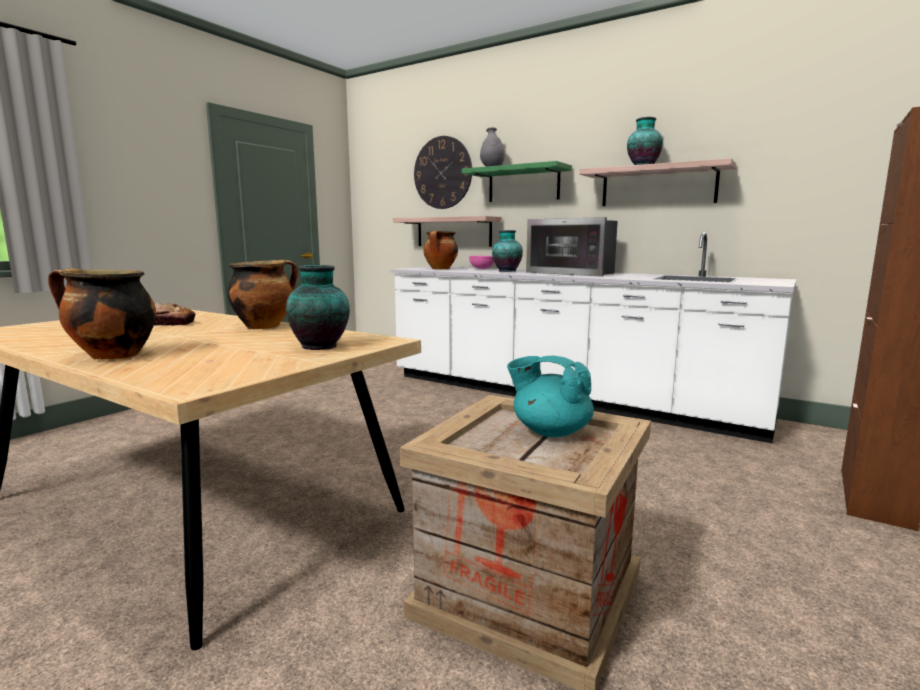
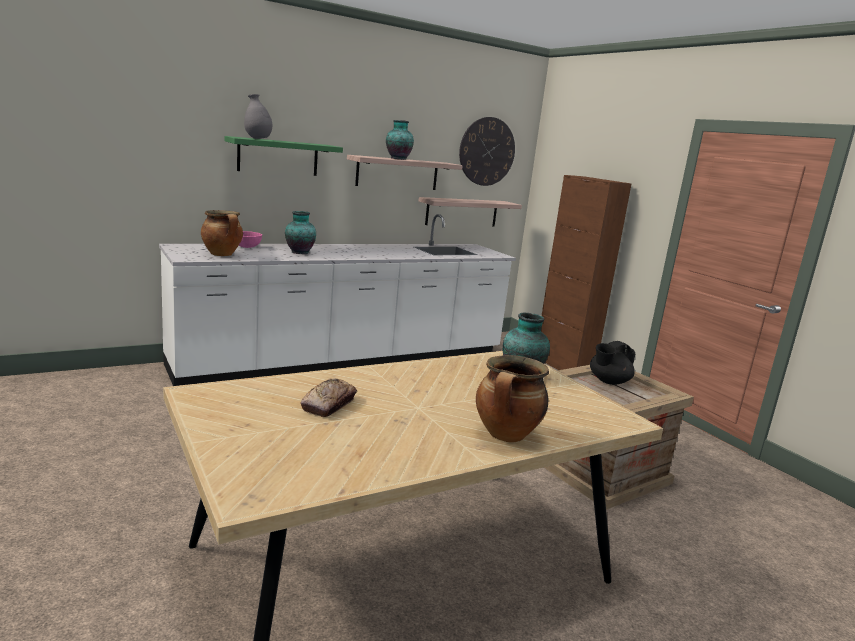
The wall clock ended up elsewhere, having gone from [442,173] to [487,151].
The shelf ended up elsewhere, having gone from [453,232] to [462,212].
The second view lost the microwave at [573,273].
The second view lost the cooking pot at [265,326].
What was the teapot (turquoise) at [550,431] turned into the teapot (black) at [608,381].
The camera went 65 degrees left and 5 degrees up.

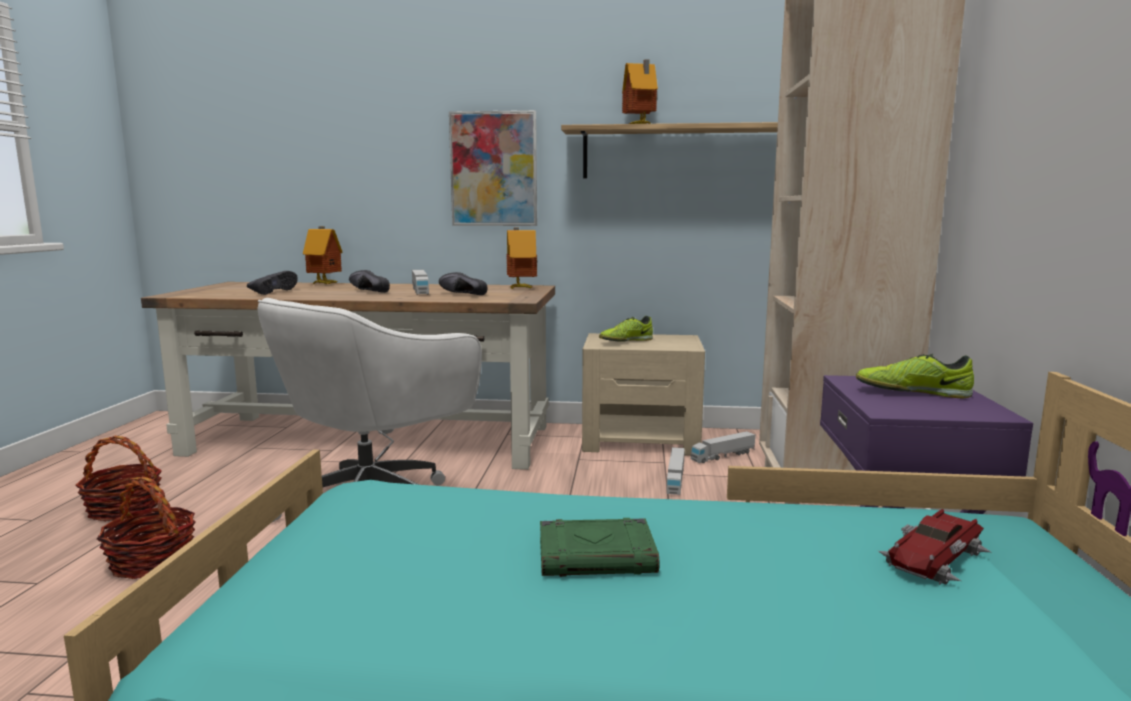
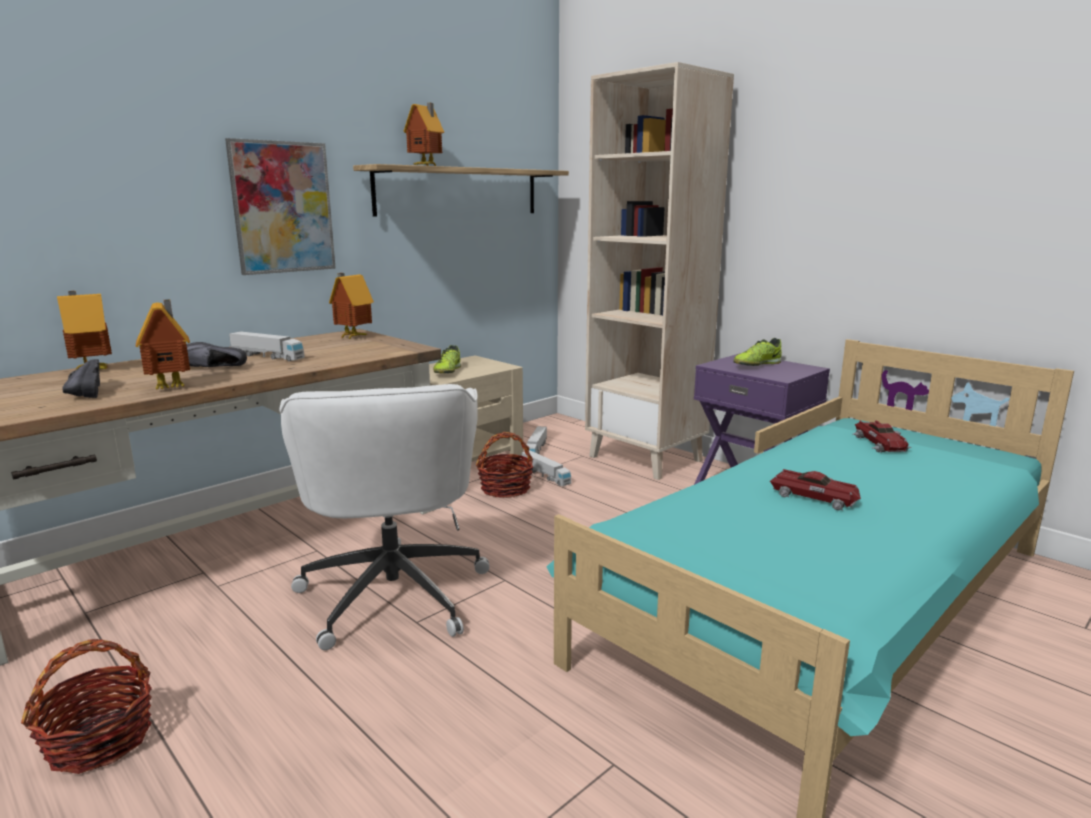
The second view lost the shoe (black) at [460,295].
The basket ended up elsewhere, having gone from [152,561] to [505,488].
Where the book (green) stood at [597,556], the toy car came to stand at [814,497].
The second view gained the toy house at [172,387].
The camera went 50 degrees left and 5 degrees up.

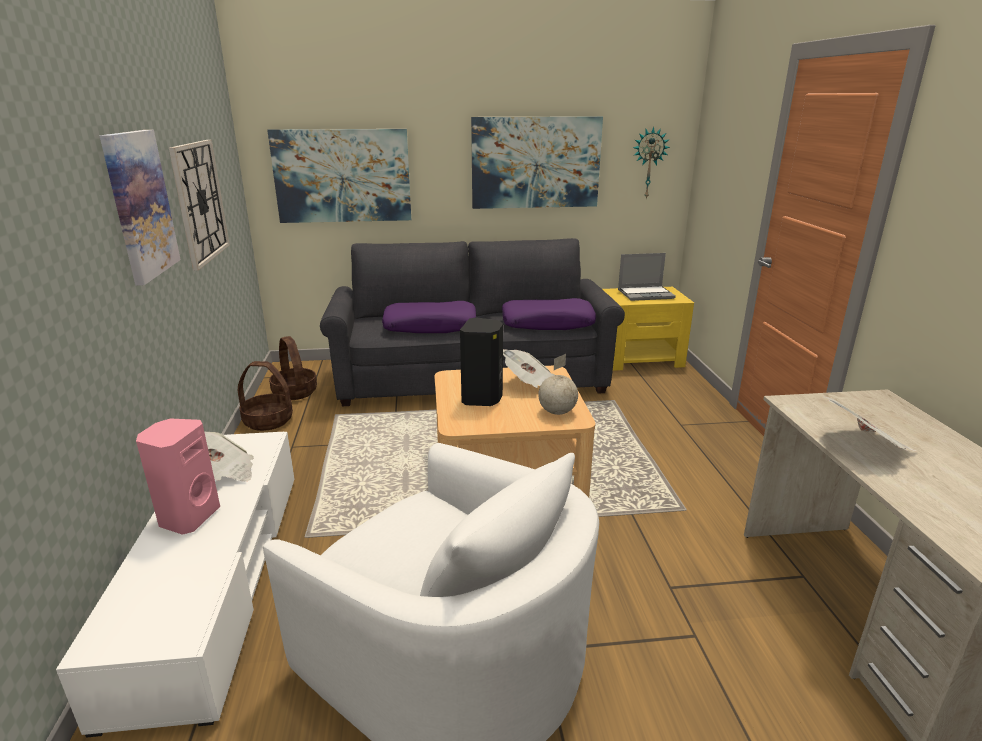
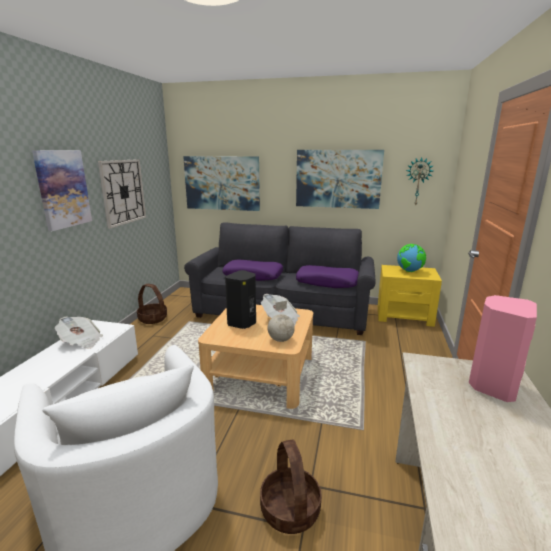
Where the laptop stood at [646,294], the globe came to stand at [409,271].
The basket ended up elsewhere, having gone from [295,392] to [291,509].
The second view lost the newspaper at [864,445].
The speaker (pink) ended up elsewhere, having gone from [188,517] to [492,386].
The camera went 20 degrees right and 5 degrees down.

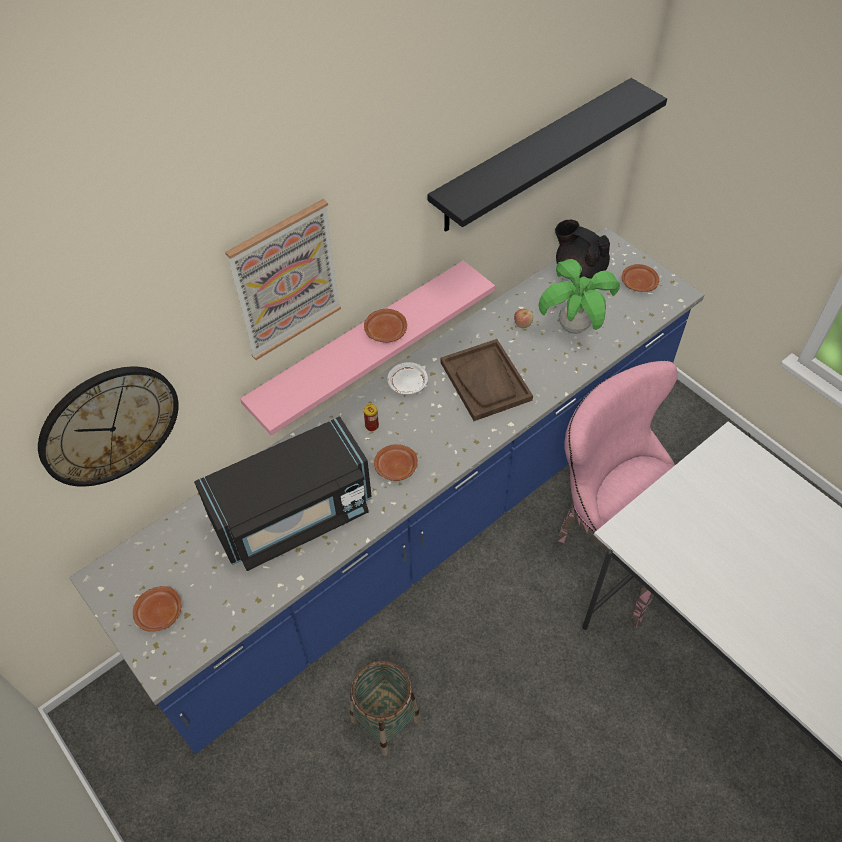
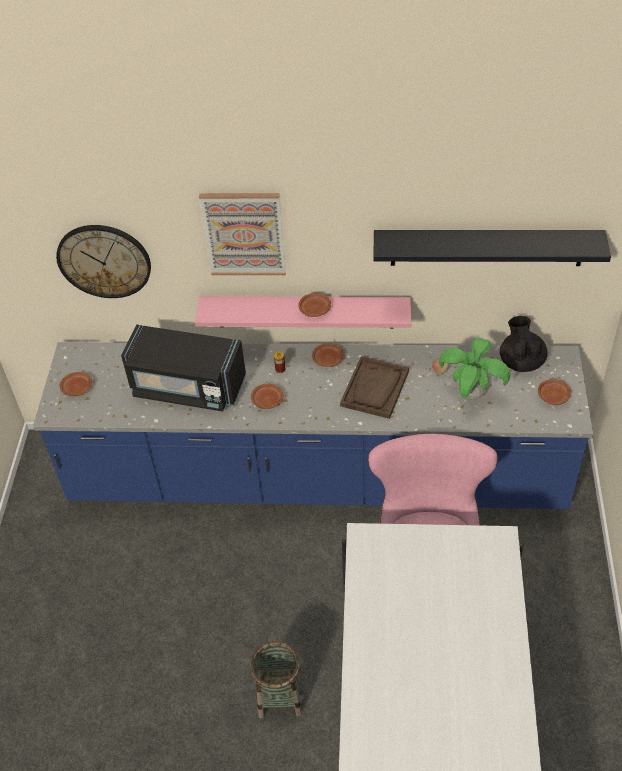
What was the plate (white) at [407,383] turned into the plate (brown) at [327,359].
The basket ended up elsewhere, having gone from [385,719] to [280,696].
The camera went 45 degrees right and 5 degrees down.

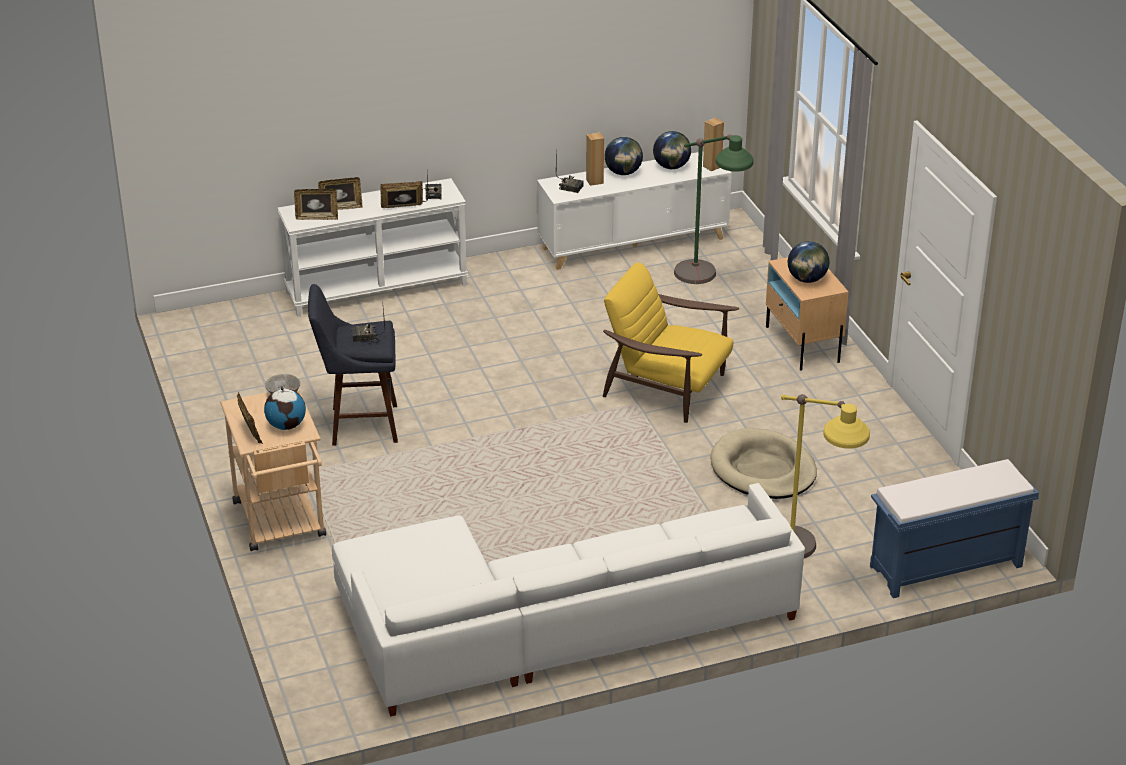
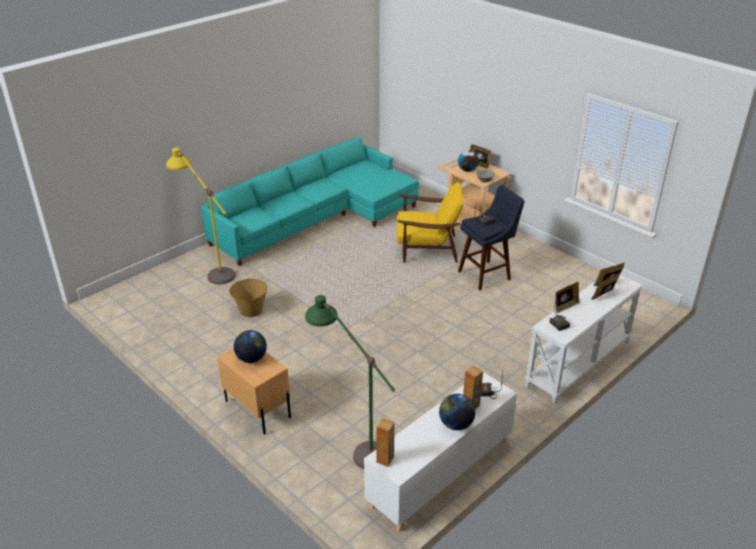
The second view lost the globe at [671,167].
The armchair (yellow) ended up elsewhere, having gone from [667,387] to [427,248].
Where the dog bed (beige) stood at [763,469], the basket came to stand at [250,310].
The second view lost the bench (blue) at [944,567].
What was the sofa (white) at [549,626] turned into the sofa (turquoise) at [318,217].
The camera went 155 degrees right and 0 degrees up.

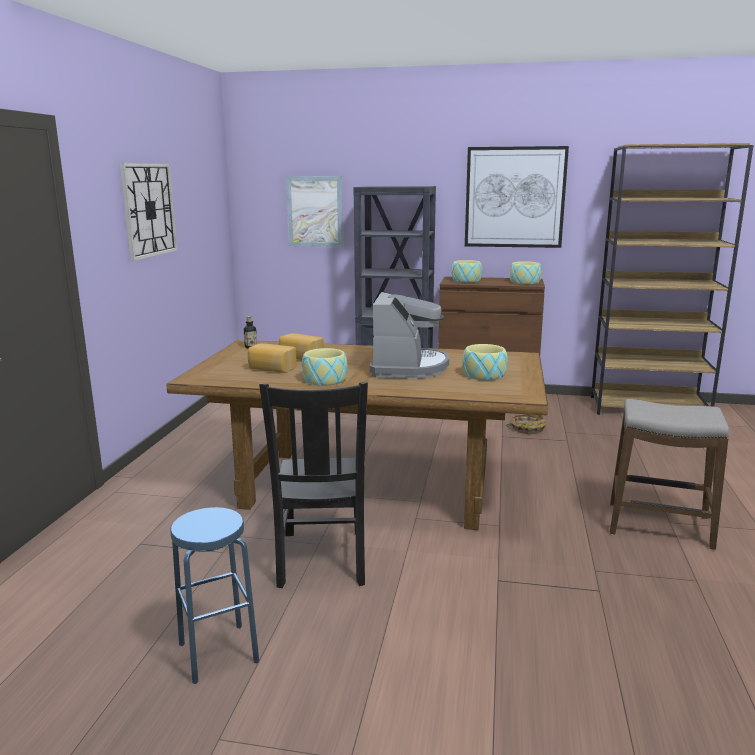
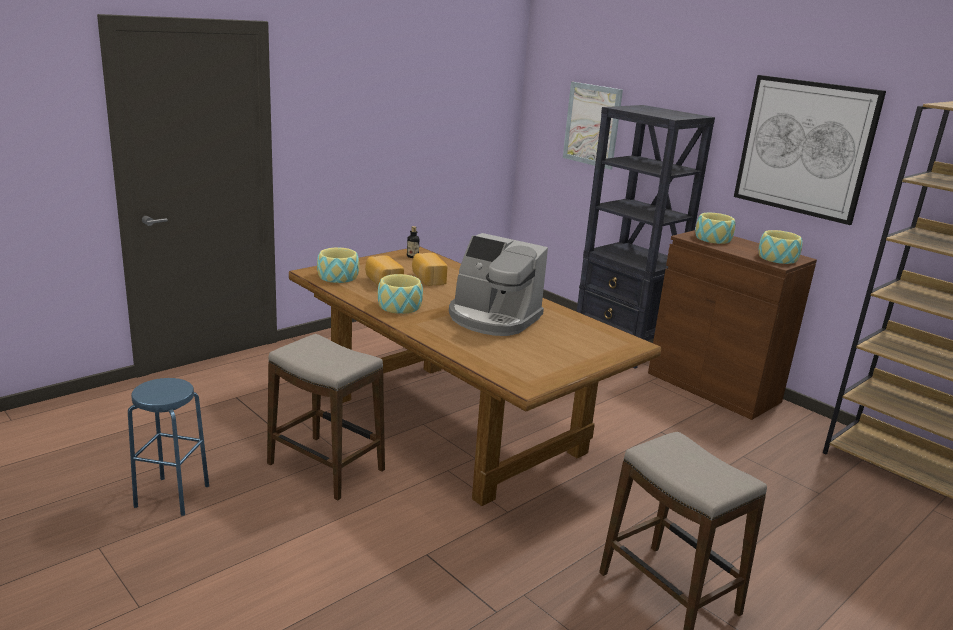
The second view lost the wall clock at [148,210].
The coffee machine at [408,367] ended up facing another way, 75 degrees clockwise from before.
The bowl ended up elsewhere, having gone from [484,374] to [338,276].
Where the chair (black) stood at [322,560], the stool came to stand at [326,467].
The second view lost the basket at [526,429].
The camera went 35 degrees right and 5 degrees up.

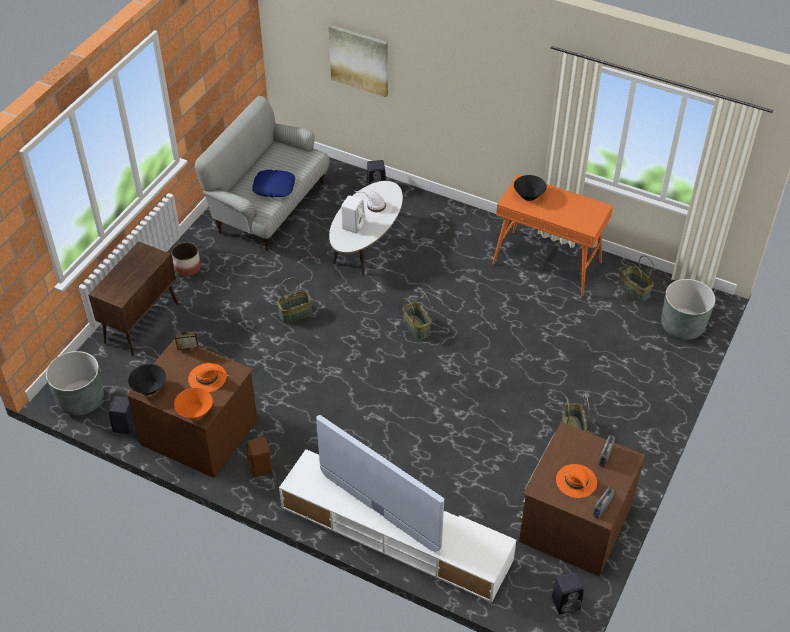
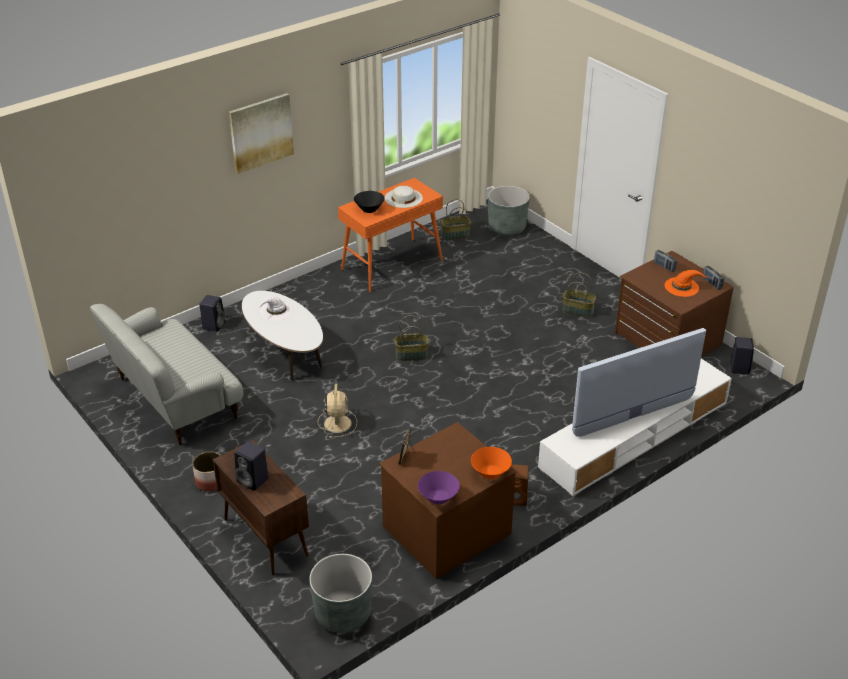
The picture ended up elsewhere, having gone from [359,60] to [261,132].
The second view lost the pillow (blue) at [274,187].
The second view lost the speaker (white) at [353,225].
Where the basket stood at [295,313], the fan (beige) came to stand at [337,422].
The second view lost the hat (orange) at [208,377].
What was the bowl (black) at [149,388] turned into the bowl (purple) at [438,498].
The speaker (black) ended up elsewhere, having gone from [125,426] to [253,480].
The second view gained the hat (white) at [403,198].
The camera went 65 degrees left and 10 degrees down.

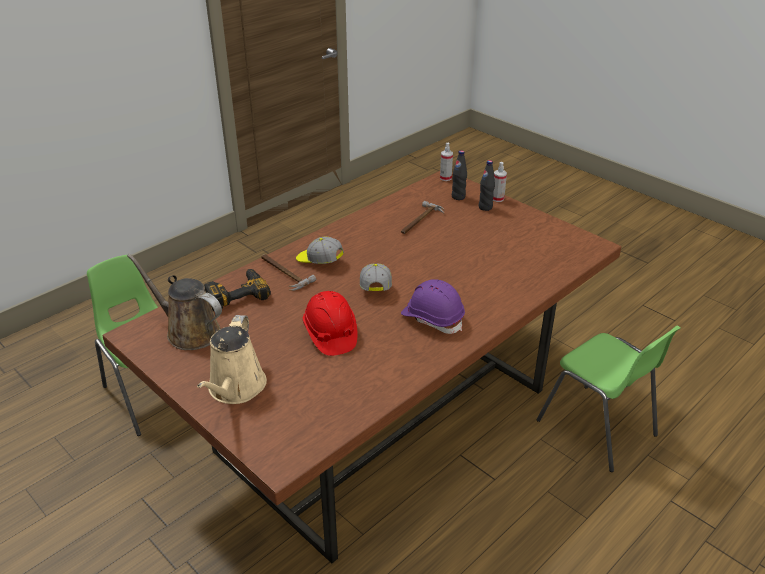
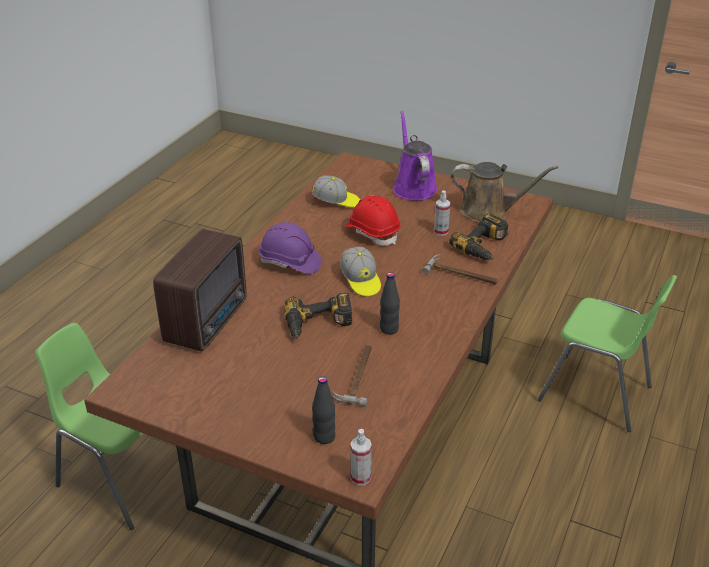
The bottle (black) ended up elsewhere, having gone from [485,207] to [389,329].
The spray bottle ended up elsewhere, having gone from [497,199] to [441,231].
The cap ended up elsewhere, having gone from [319,261] to [336,202].
What was the watering can (beige) at [235,389] turned into the watering can (purple) at [413,187].
The second view gained the radio at [209,321].
The second view gained the power drill at [318,325].
The camera went 160 degrees right and 0 degrees up.

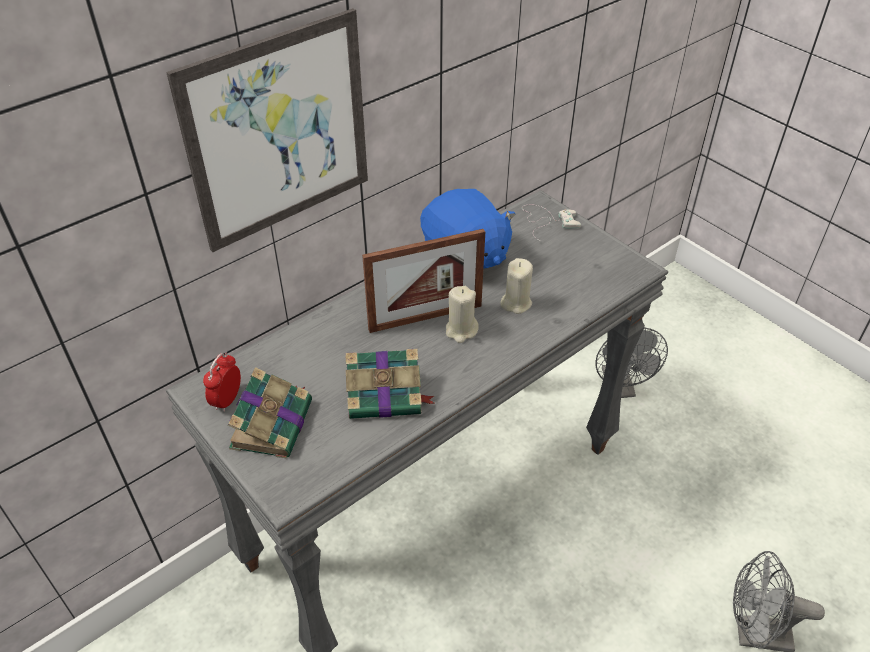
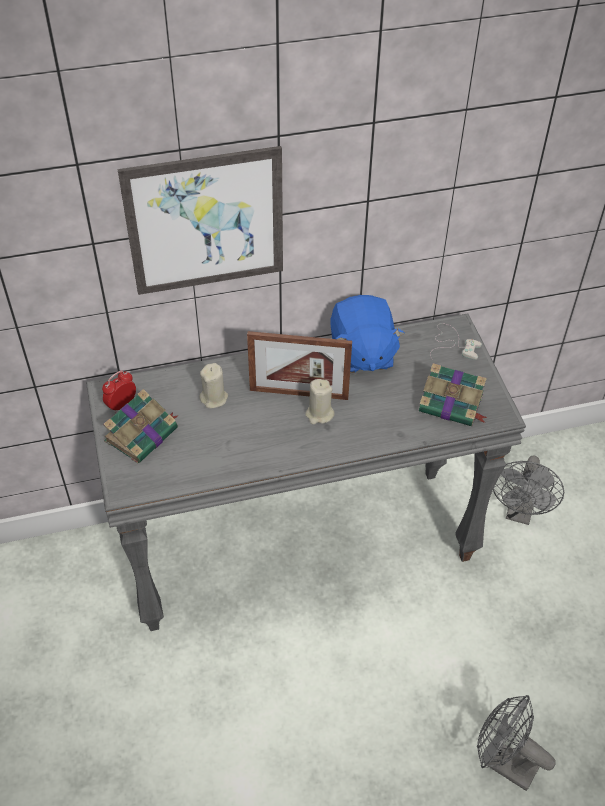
The candle (beige) ended up elsewhere, having gone from [516,303] to [214,398].
The book ended up elsewhere, having gone from [386,395] to [452,404].
The camera went 25 degrees right and 5 degrees up.

